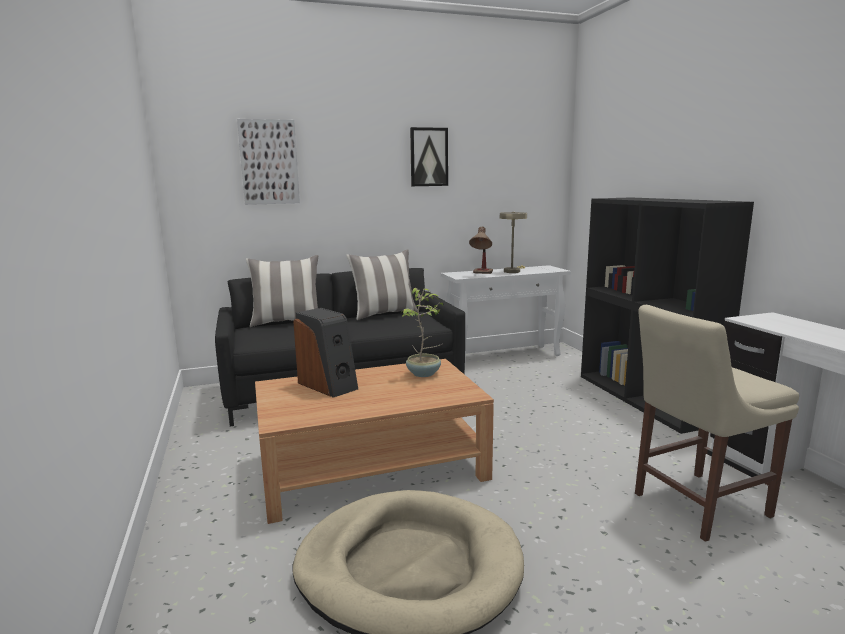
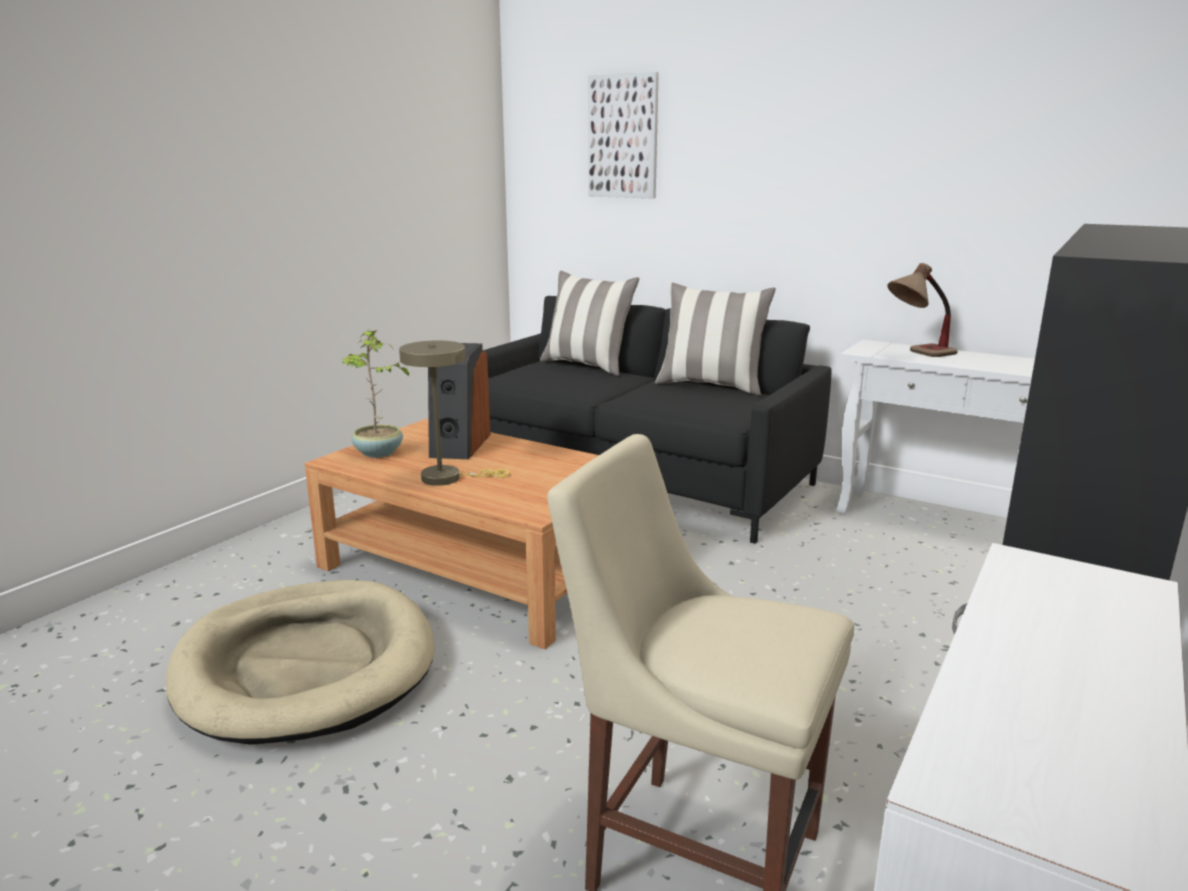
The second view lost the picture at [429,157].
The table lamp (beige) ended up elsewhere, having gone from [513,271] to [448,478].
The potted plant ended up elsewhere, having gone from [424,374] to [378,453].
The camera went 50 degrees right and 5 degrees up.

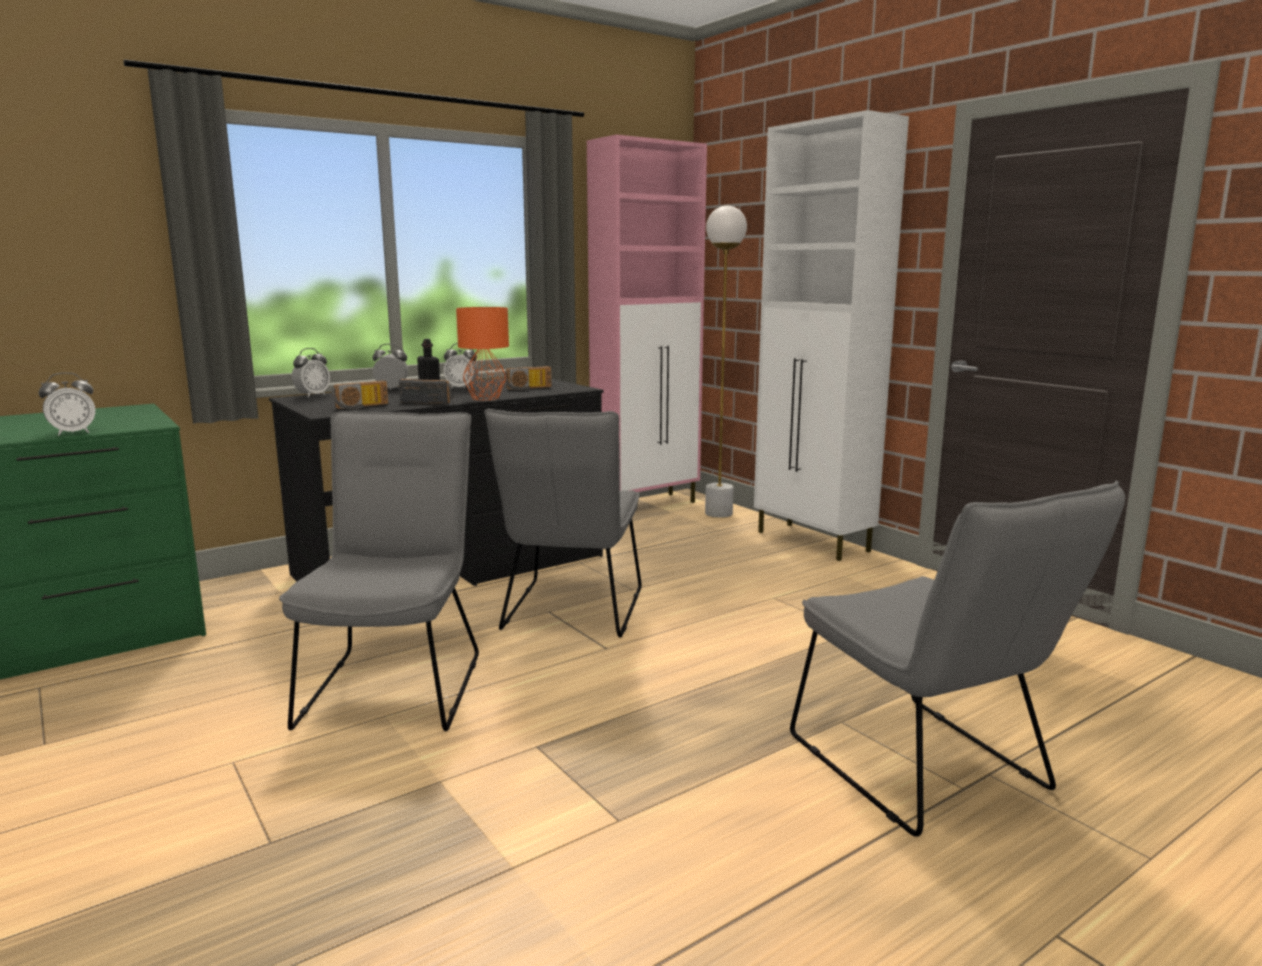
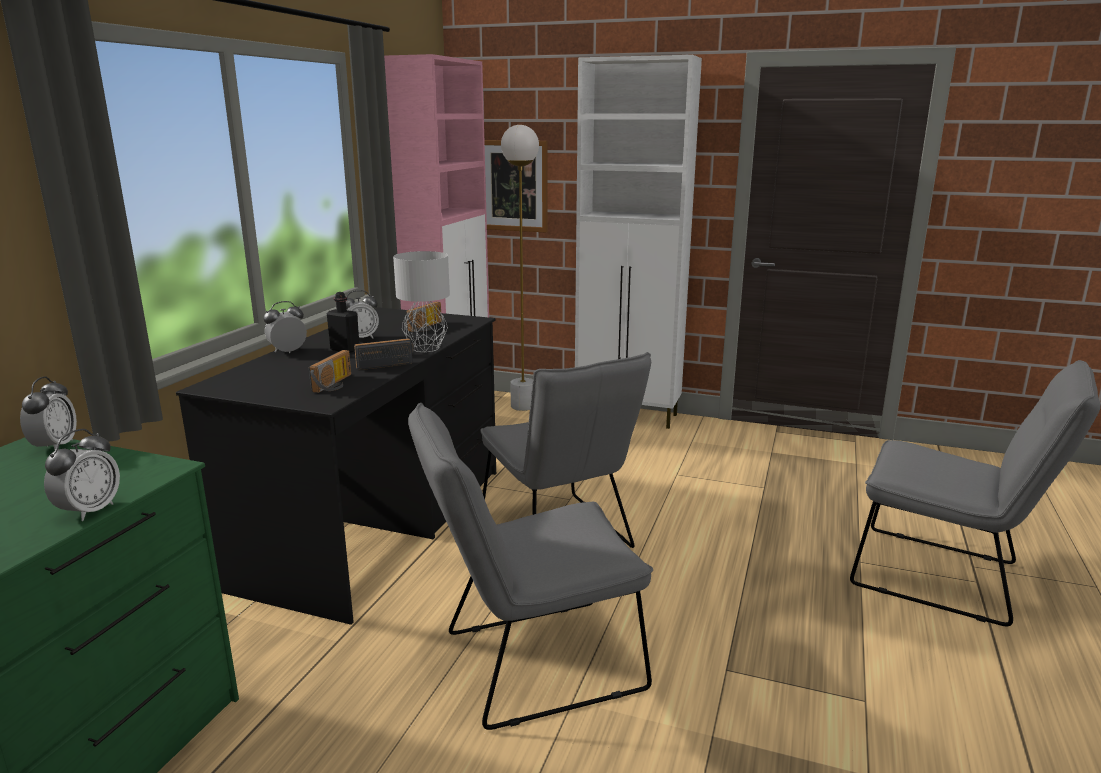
What was the table lamp (orange) at [485,398] turned into the table lamp (grey) at [426,348].
The alarm clock ended up elsewhere, having gone from [312,396] to [55,446].
The chair (grey) at [397,683] ended up facing another way, 75 degrees counterclockwise from before.
The second view gained the picture at [513,186].
The camera went 35 degrees left and 5 degrees up.

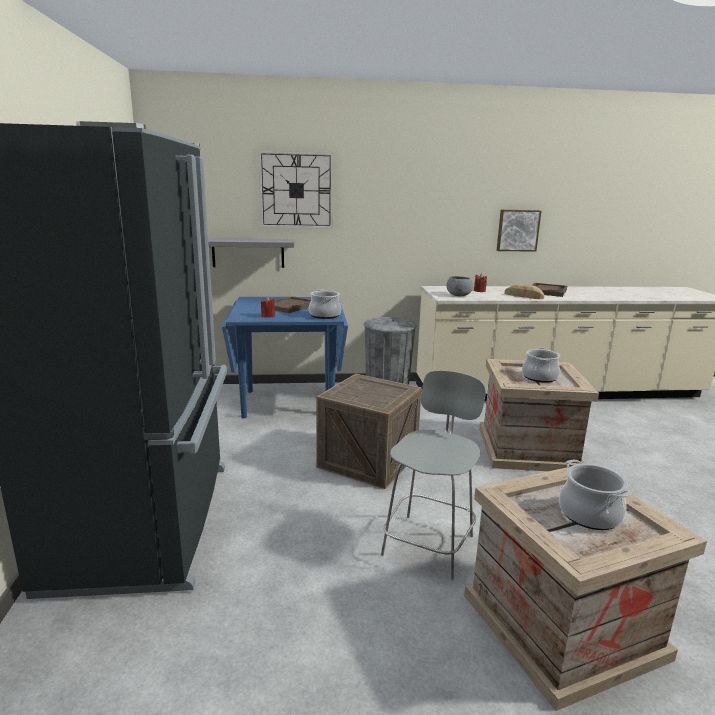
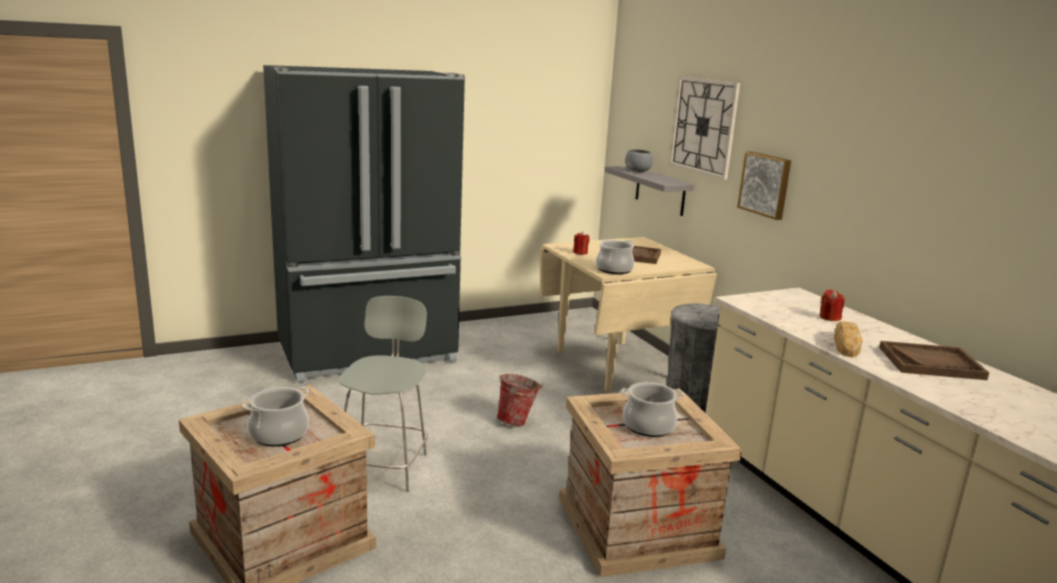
The picture ended up elsewhere, having gone from [517,230] to [765,184].
The bowl (grey) ended up elsewhere, having gone from [459,295] to [638,171].
What was the dining table (blue) at [288,403] turned into the dining table (beige) at [614,364].
The chair (grey) at [429,543] ended up facing another way, 90 degrees counterclockwise from before.
Where the crate stood at [368,461], the bucket came to stand at [518,421].
The camera went 70 degrees right and 0 degrees up.

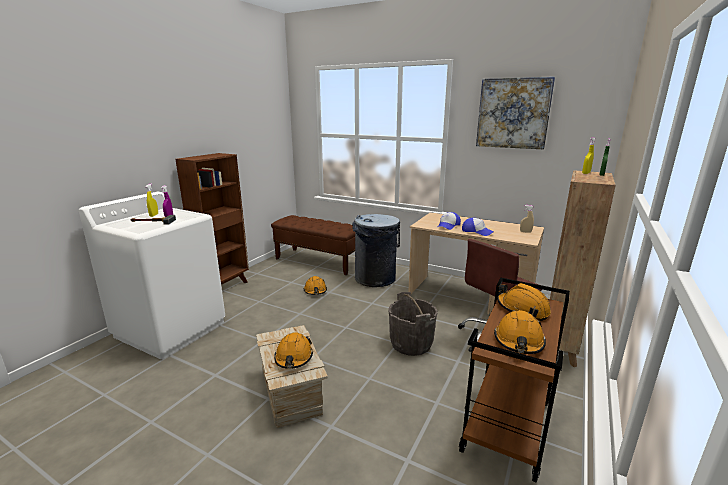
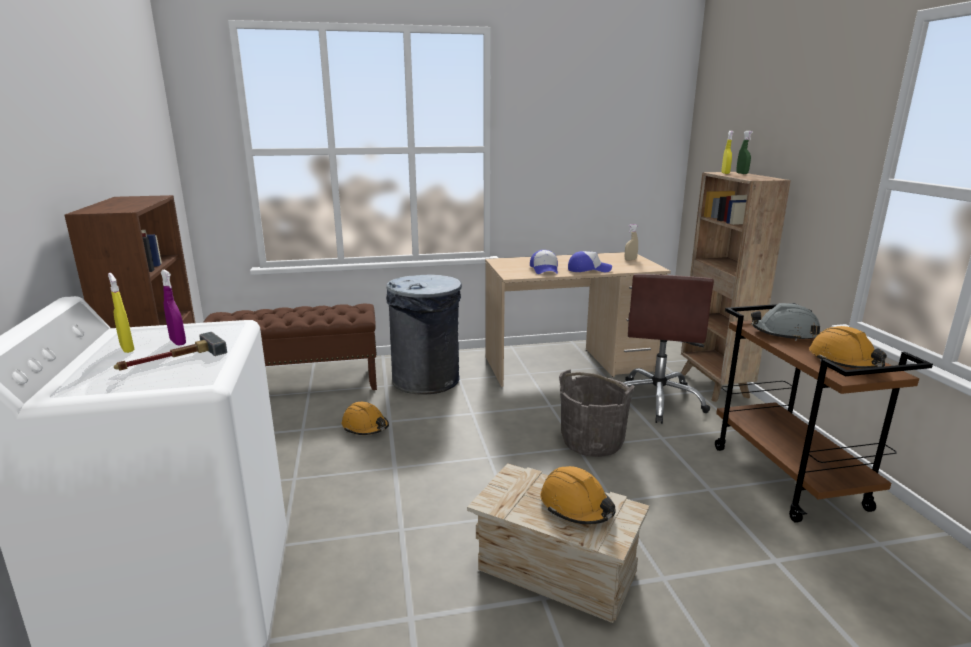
The second view lost the picture at [513,113].
What was the hard hat (orange) at [522,309] turned into the hard hat (grey) at [784,334].
The camera went 40 degrees left and 0 degrees up.

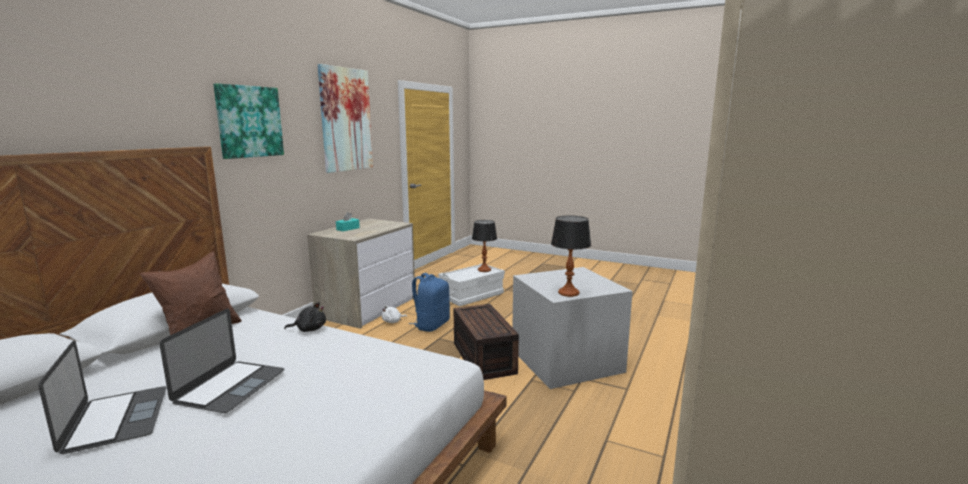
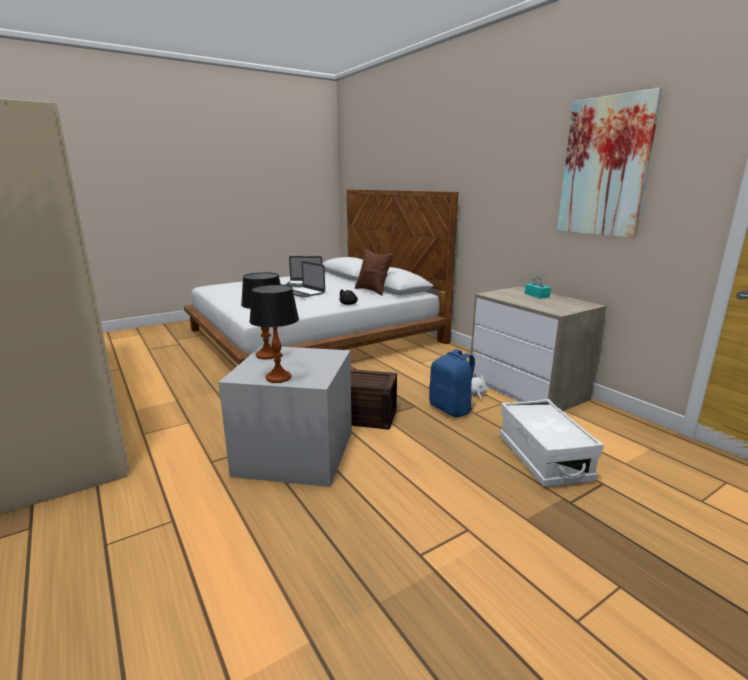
The second view lost the picture at [249,121].
The table lamp ended up elsewhere, having gone from [484,270] to [278,378].
The camera went 120 degrees right and 5 degrees up.

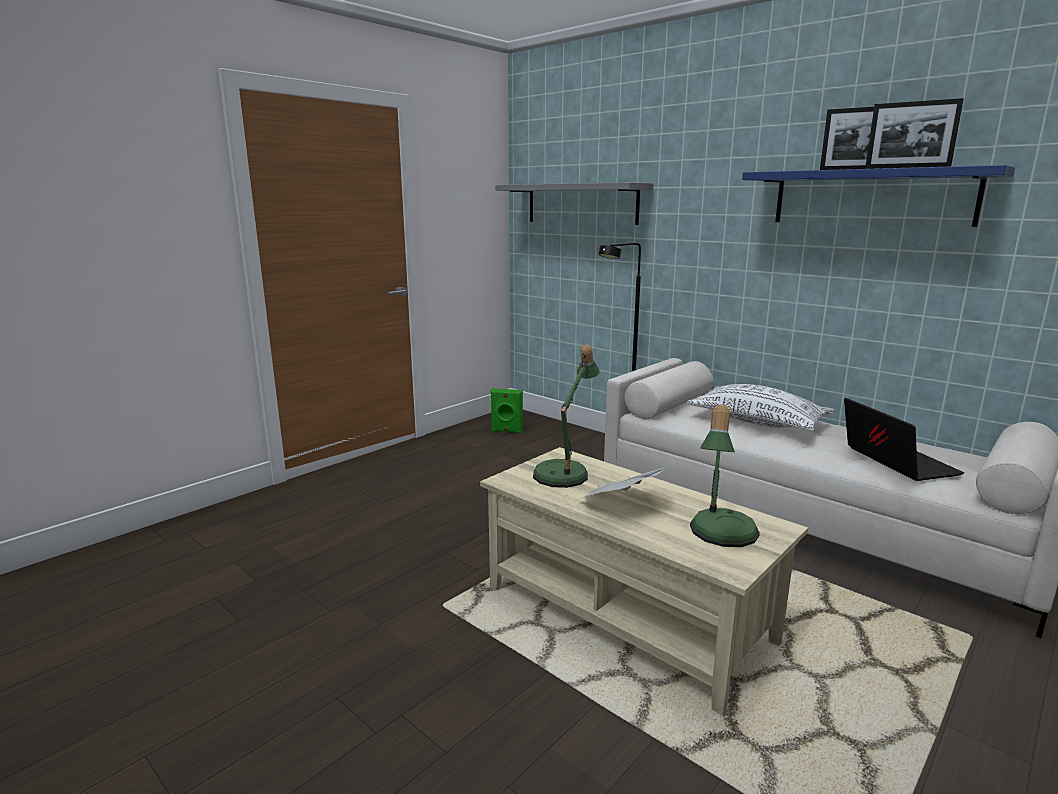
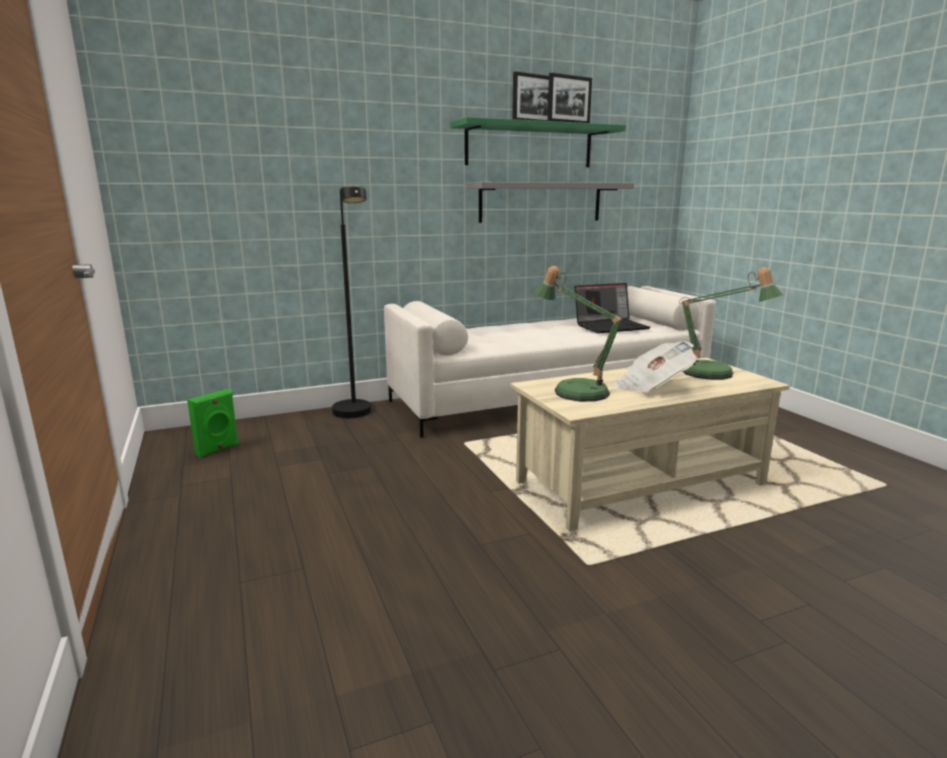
What was the shelf (blue) at [871,197] turned into the shelf (green) at [529,145].
The shelf (grey) ended up elsewhere, having gone from [581,203] to [541,202].
The second view lost the pillow (white) at [757,422].
The laptop at [894,462] ended up facing another way, 150 degrees clockwise from before.
The camera went 65 degrees left and 0 degrees up.

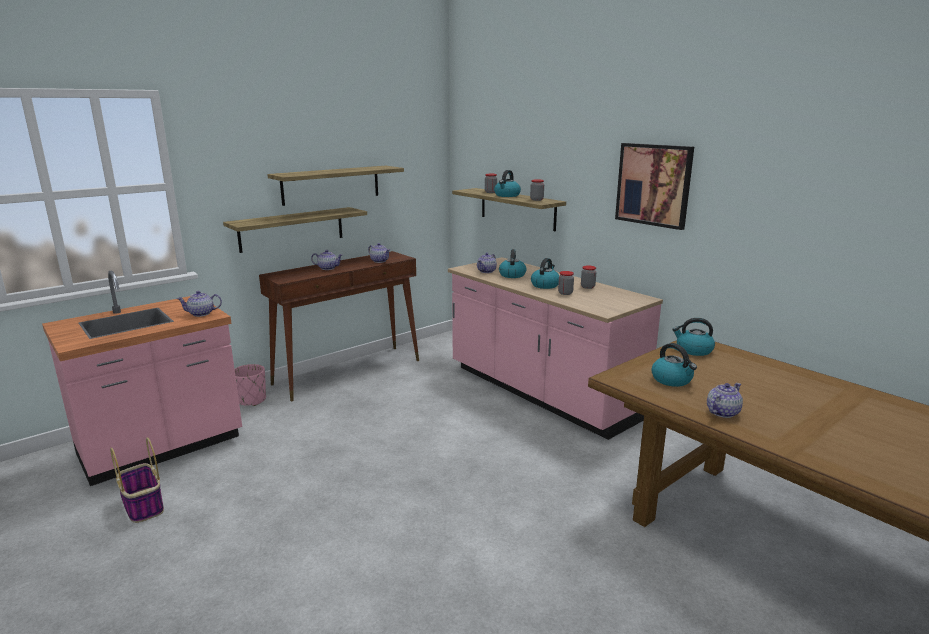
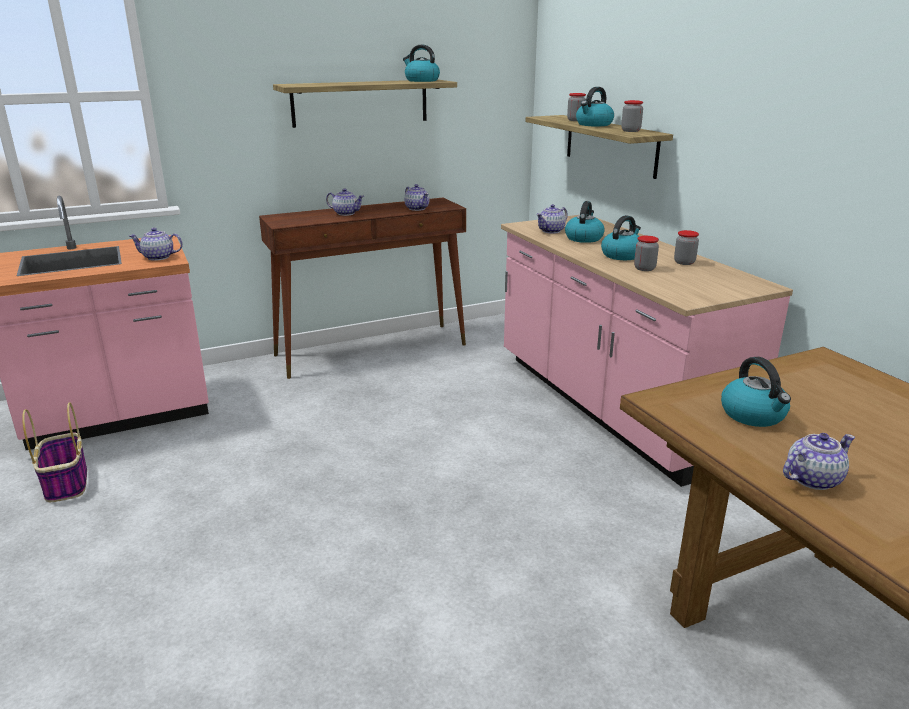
The second view lost the picture at [653,185].
The second view lost the shelf at [292,229].
The kettle ended up elsewhere, having gone from [693,350] to [421,80].
The second view lost the planter (pink) at [251,400].
The camera went 15 degrees right and 5 degrees up.

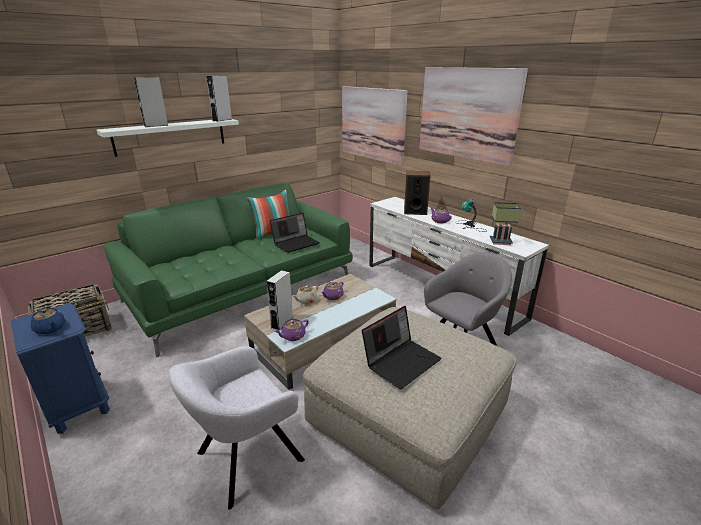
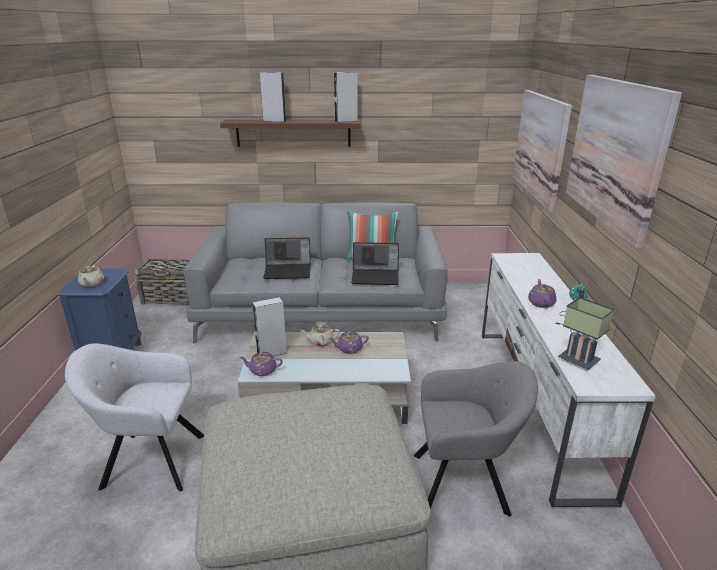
What was the shelf (white) at [171,136] turned into the shelf (brown) at [293,133].
The second view lost the speaker at [415,211].
What was the sofa (green) at [243,289] turned into the sofa (grey) at [322,311].
The laptop ended up elsewhere, having gone from [401,361] to [288,271].
What was the teapot (blue) at [50,329] turned into the teapot (beige) at [92,284].
The camera went 40 degrees right and 0 degrees up.

